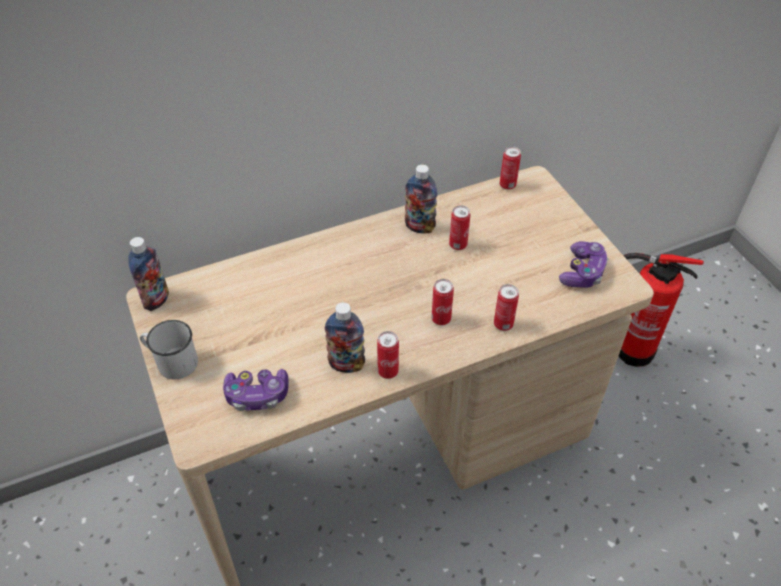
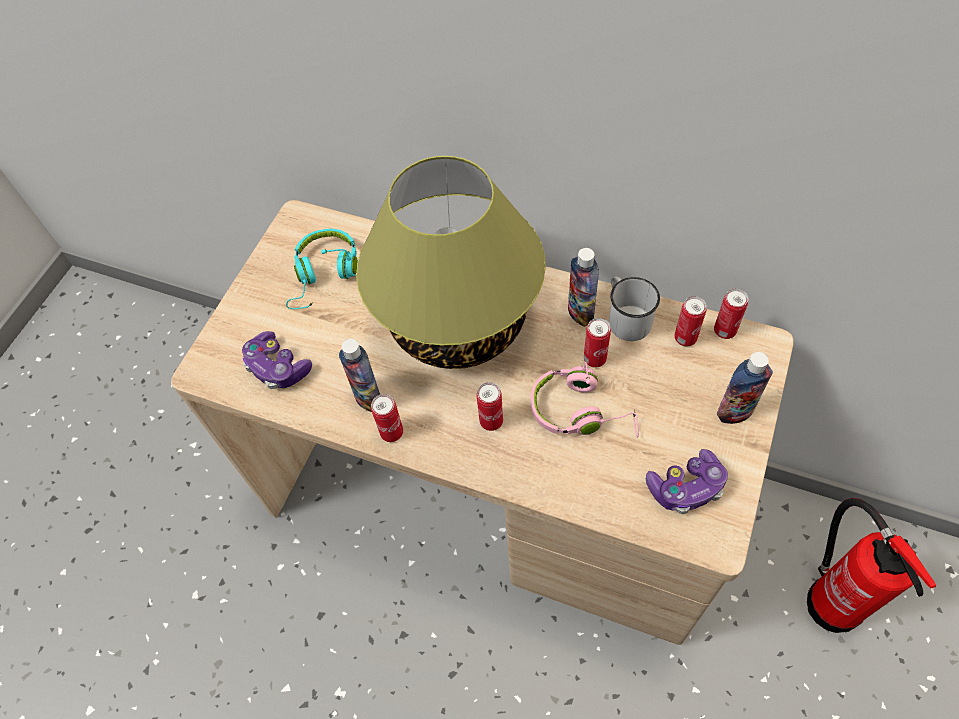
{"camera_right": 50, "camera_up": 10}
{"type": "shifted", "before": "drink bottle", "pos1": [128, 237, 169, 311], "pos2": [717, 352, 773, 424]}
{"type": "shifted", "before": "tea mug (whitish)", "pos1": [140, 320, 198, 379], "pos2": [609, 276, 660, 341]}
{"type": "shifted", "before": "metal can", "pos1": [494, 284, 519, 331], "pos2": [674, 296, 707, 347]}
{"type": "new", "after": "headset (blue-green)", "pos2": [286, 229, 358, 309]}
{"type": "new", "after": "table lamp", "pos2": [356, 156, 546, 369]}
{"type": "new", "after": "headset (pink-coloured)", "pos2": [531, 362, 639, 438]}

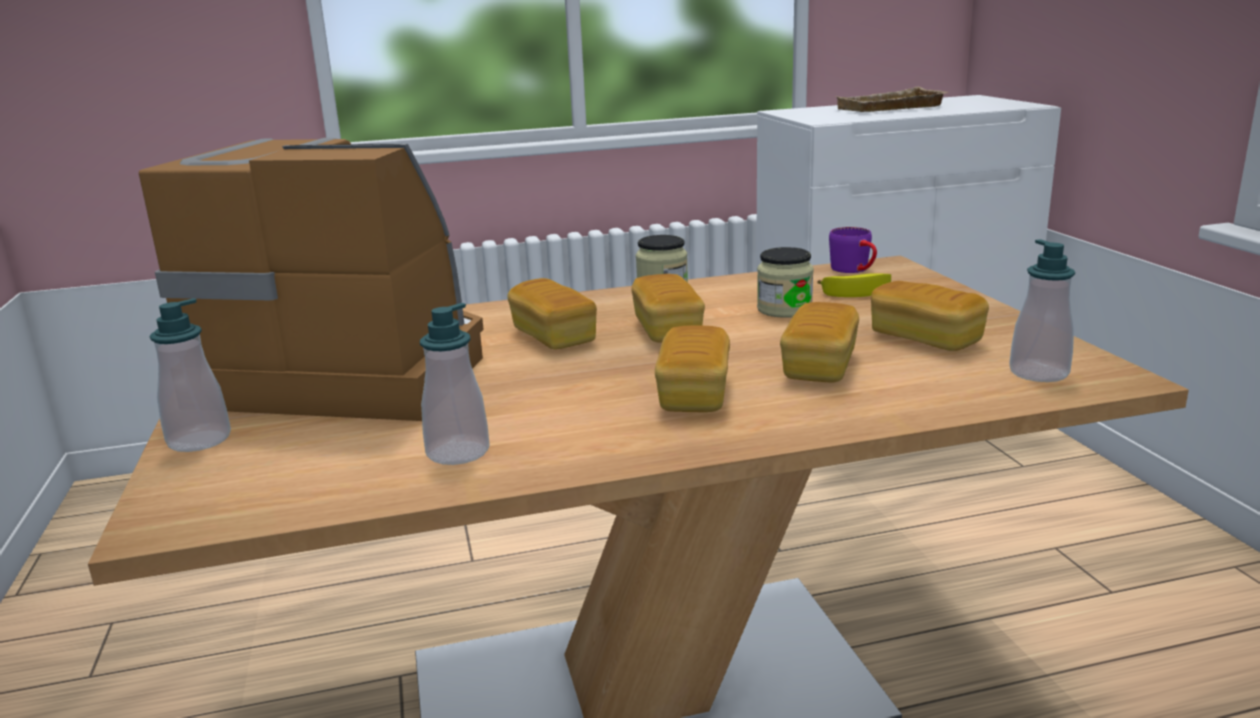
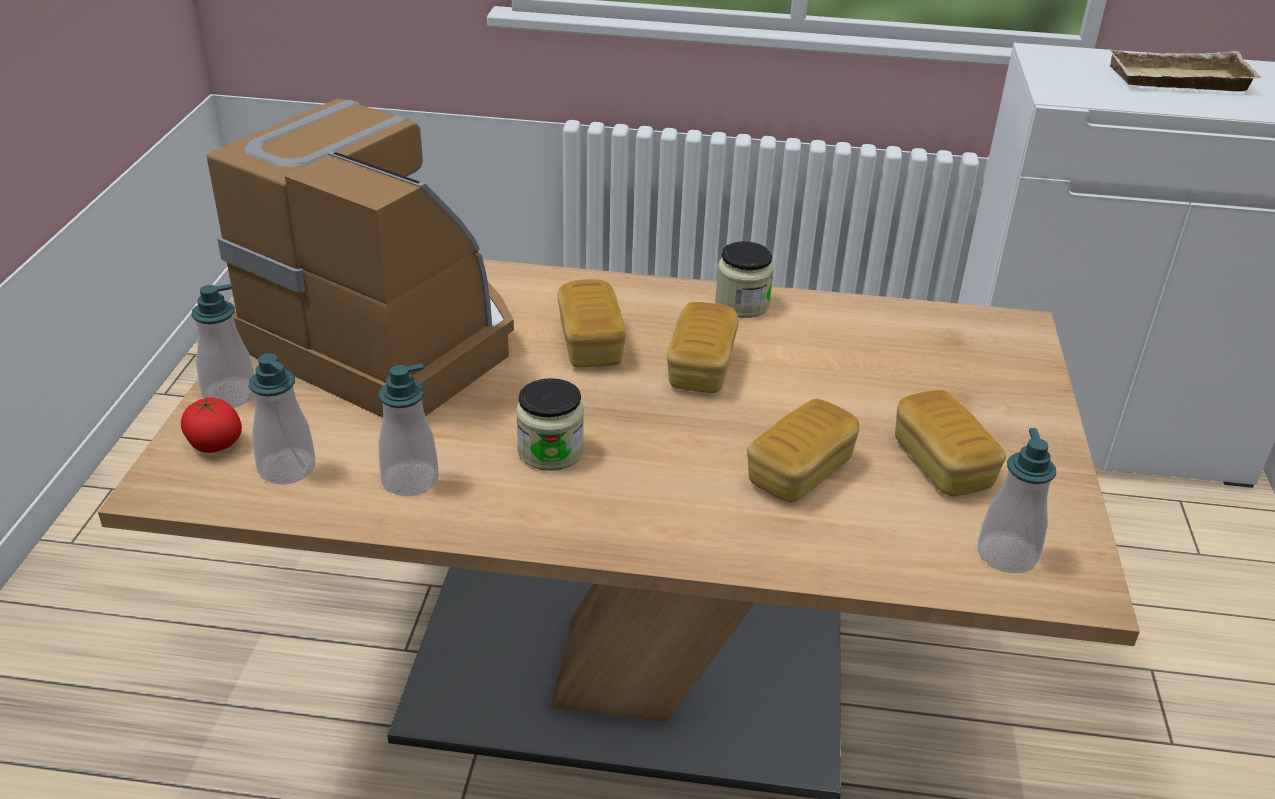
{"camera_right": 20, "camera_up": 15}
{"type": "gone", "before": "bakery bread", "pos1": [655, 325, 730, 412]}
{"type": "shifted", "before": "storage jar", "pos1": [757, 247, 814, 318], "pos2": [516, 378, 584, 471]}
{"type": "gone", "before": "whole banana", "pos1": [817, 273, 891, 297]}
{"type": "gone", "before": "tea mug (purple-coloured)", "pos1": [829, 227, 877, 273]}
{"type": "new", "after": "whole tomato", "pos2": [181, 396, 242, 453]}
{"type": "new", "after": "soap bottle", "pos2": [249, 353, 315, 485]}

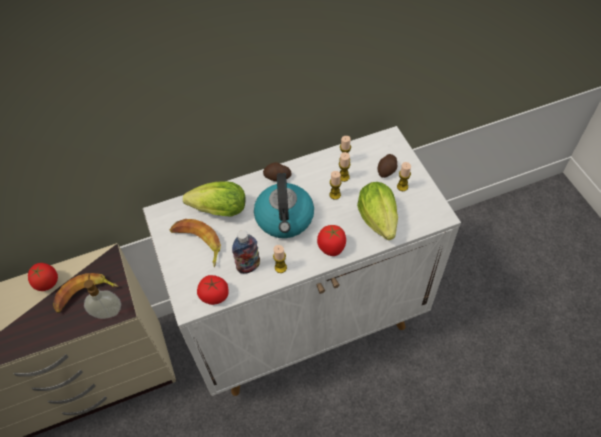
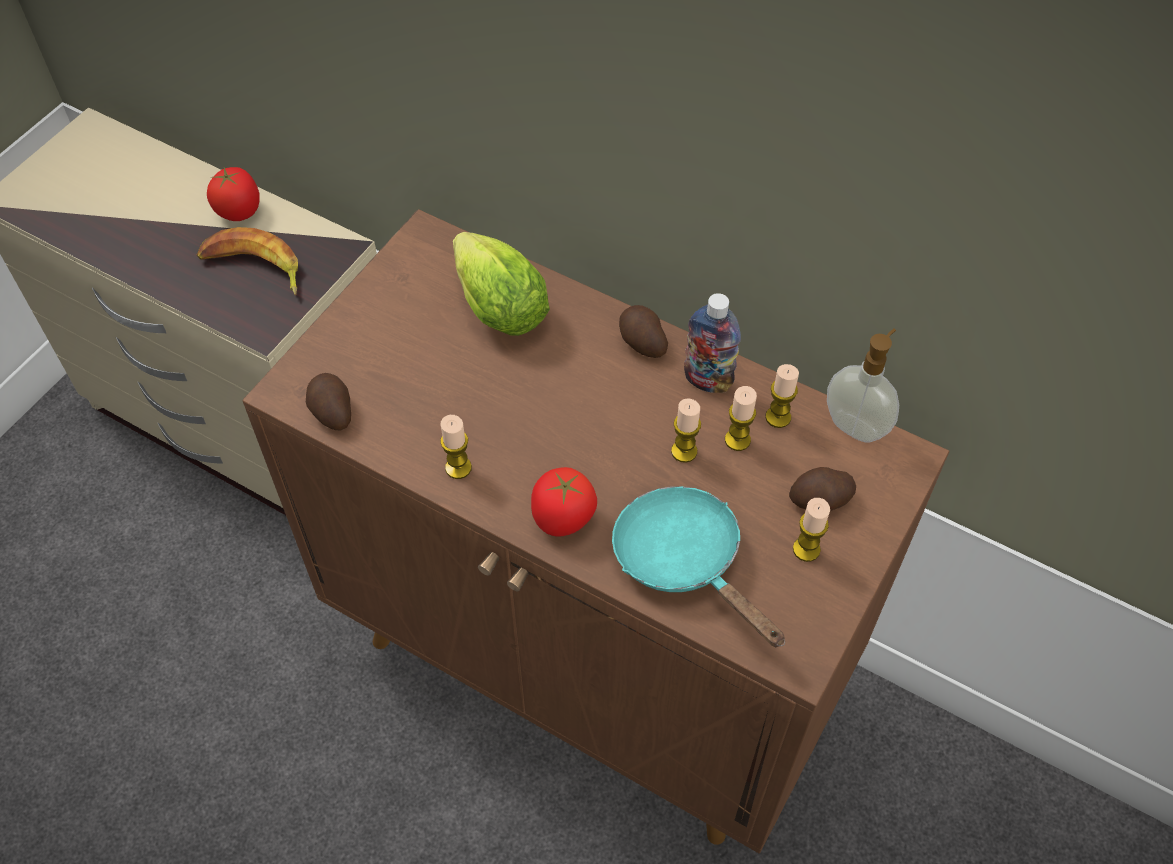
{"camera_right": 50, "camera_up": 0}
{"type": "shifted", "before": "soap bottle", "pos1": [84, 274, 121, 319], "pos2": [827, 328, 899, 442]}
{"type": "repainted", "before": "storage cabinet (whitish)", "after": "storage cabinet (brownish)", "pos1": [143, 126, 461, 396], "pos2": [242, 209, 949, 853]}
{"type": "gone", "before": "whole banana", "pos1": [170, 219, 221, 267]}
{"type": "swapped", "before": "whole tomato", "after": "whole potato", "pos1": [197, 275, 229, 305], "pos2": [306, 373, 351, 430]}
{"type": "shifted", "before": "drink bottle", "pos1": [232, 230, 260, 274], "pos2": [684, 293, 741, 393]}
{"type": "gone", "before": "tea kettle", "pos1": [254, 173, 314, 238]}
{"type": "swapped", "before": "head of lettuce", "after": "pan (blue-green)", "pos1": [357, 182, 398, 240], "pos2": [612, 486, 785, 647]}

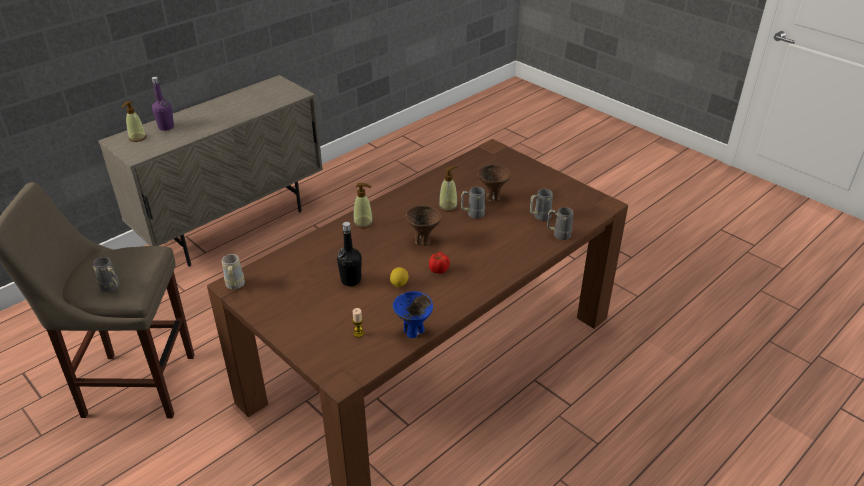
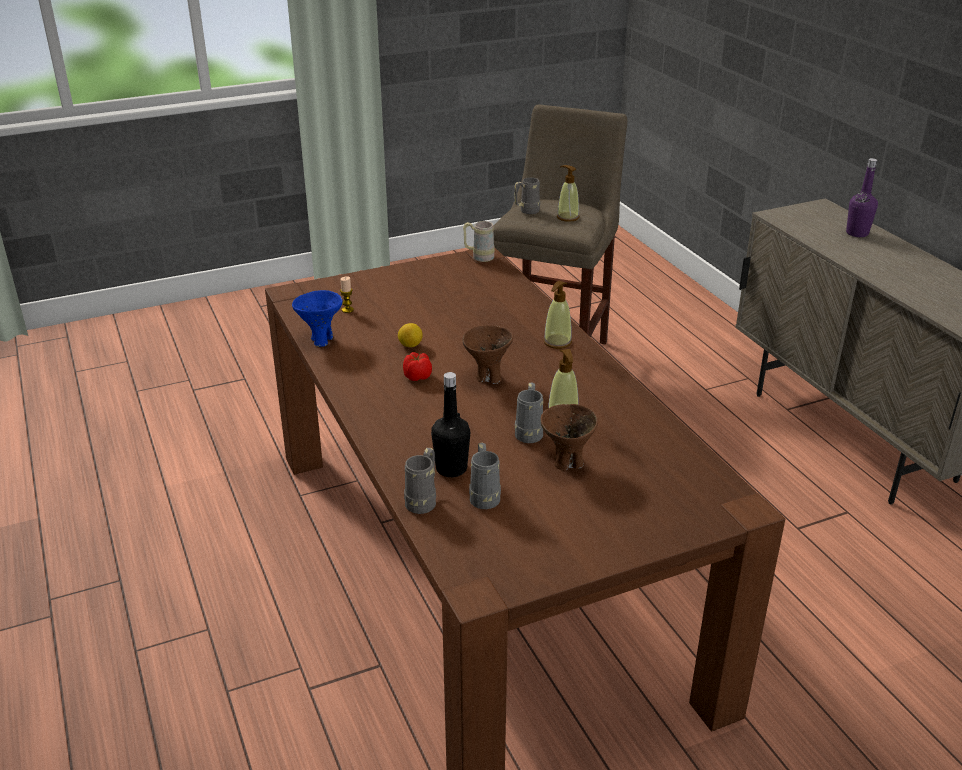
{"camera_right": 110, "camera_up": -5}
{"type": "shifted", "before": "soap bottle", "pos1": [122, 101, 147, 142], "pos2": [557, 165, 579, 222]}
{"type": "shifted", "before": "drink bottle (black)", "pos1": [337, 222, 362, 286], "pos2": [431, 372, 470, 477]}

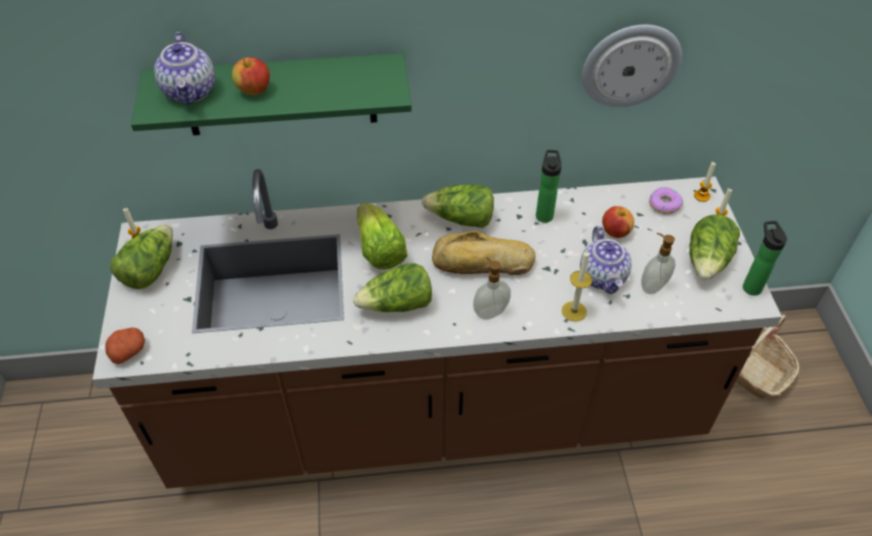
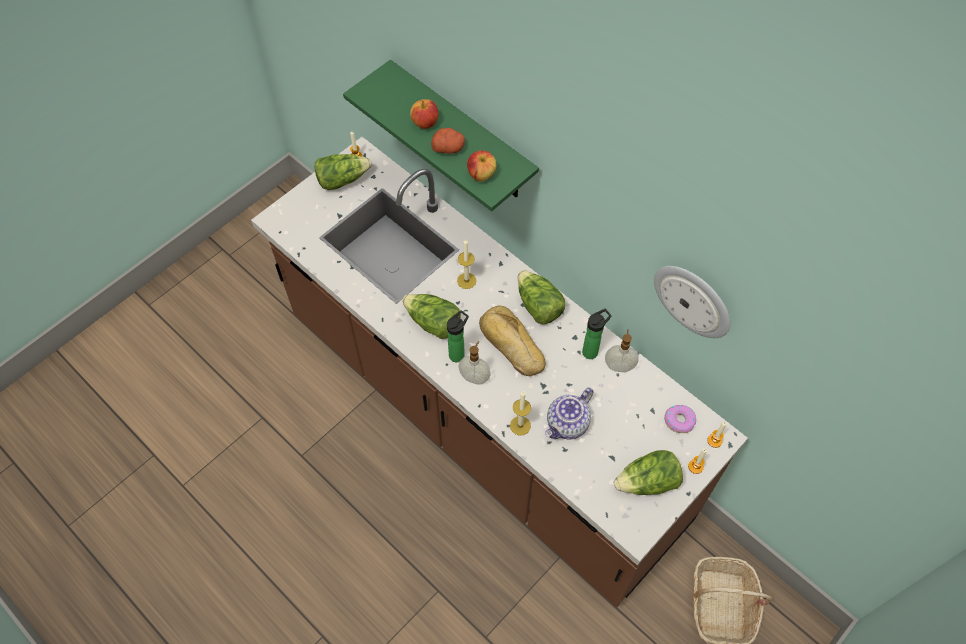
{"camera_right": 50, "camera_up": 10}
{"type": "shifted", "before": "whole potato", "pos1": [105, 327, 145, 364], "pos2": [431, 128, 465, 153]}
{"type": "gone", "before": "tea pot", "pos1": [154, 32, 215, 105]}
{"type": "swapped", "before": "head of lettuce", "after": "wax candle", "pos1": [357, 202, 408, 270], "pos2": [457, 239, 476, 289]}
{"type": "shifted", "before": "apple", "pos1": [602, 206, 634, 238], "pos2": [467, 151, 496, 181]}
{"type": "shifted", "before": "soap bottle", "pos1": [641, 233, 675, 294], "pos2": [605, 329, 639, 372]}
{"type": "shifted", "before": "drink bottle", "pos1": [743, 221, 787, 296], "pos2": [447, 310, 469, 362]}

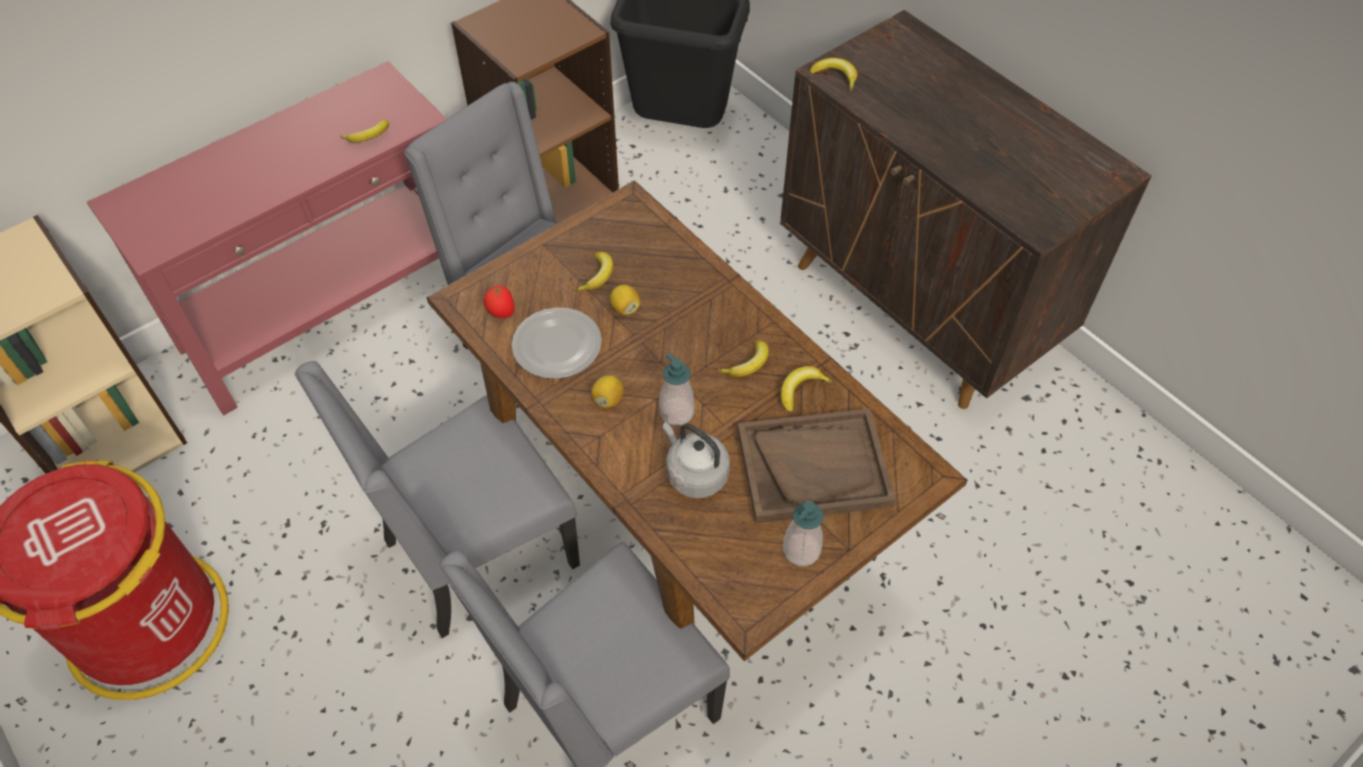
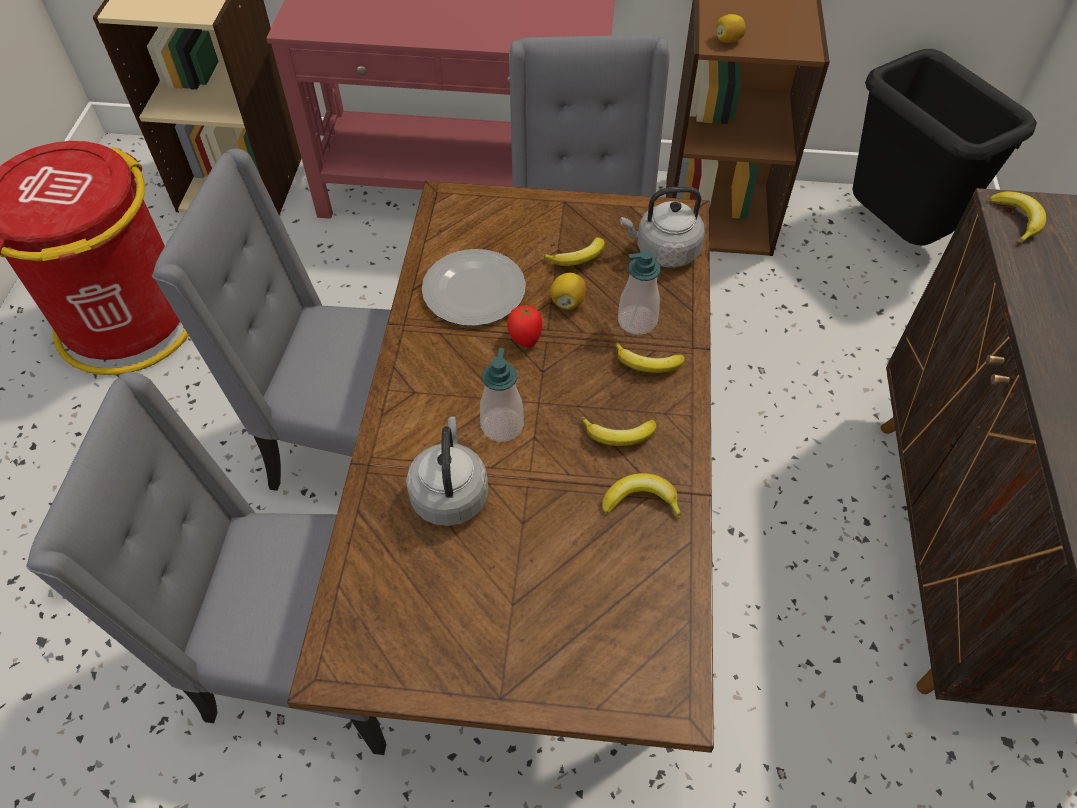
{"camera_right": 45, "camera_up": 0}
{"type": "shifted", "before": "whole banana", "pos1": [340, 120, 389, 143], "pos2": [616, 342, 685, 373]}
{"type": "shifted", "before": "whole tomato", "pos1": [483, 286, 514, 318], "pos2": [507, 305, 542, 348]}
{"type": "shifted", "before": "citrus fruit", "pos1": [591, 375, 624, 408], "pos2": [716, 14, 746, 43]}
{"type": "gone", "before": "tray (brownish)", "pos1": [737, 408, 896, 523]}
{"type": "shifted", "before": "soap bottle", "pos1": [783, 501, 823, 566], "pos2": [618, 250, 660, 335]}
{"type": "new", "after": "tea kettle (grey)", "pos2": [620, 186, 705, 268]}

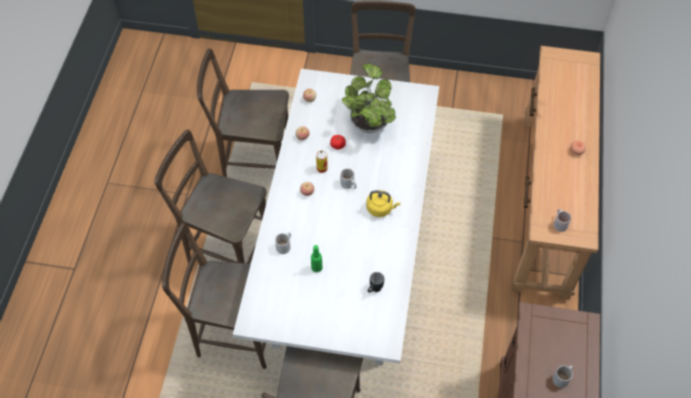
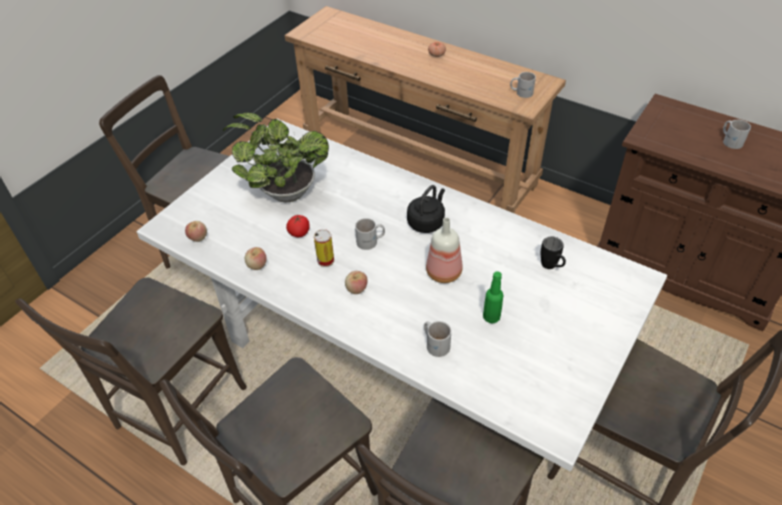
{"camera_right": -65, "camera_up": -10}
{"type": "repainted", "before": "tea kettle (yellow)", "after": "tea kettle (black)", "pos1": [366, 190, 400, 217], "pos2": [407, 185, 445, 233]}
{"type": "new", "after": "drink bottle", "pos2": [426, 217, 462, 283]}

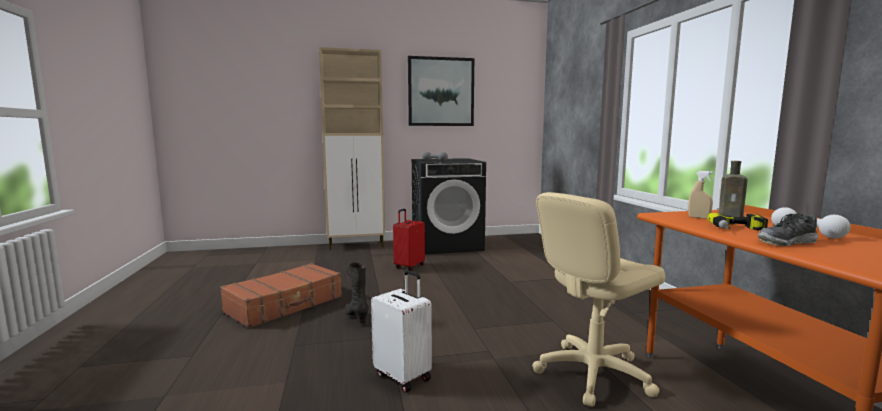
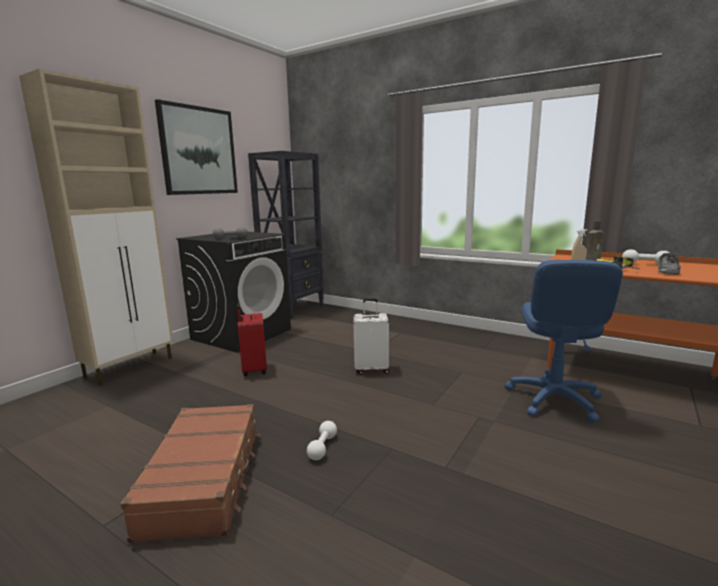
{"camera_right": -45, "camera_up": 5}
{"type": "swapped", "before": "tall boot (black)", "after": "dumbbell (whitish)", "pos1": [345, 262, 369, 323], "pos2": [307, 421, 337, 460]}
{"type": "shifted", "before": "travel case (whitish)", "pos1": [371, 270, 432, 392], "pos2": [354, 299, 390, 374]}
{"type": "repainted", "before": "desk chair (sand-coloured)", "after": "desk chair (blue-coloured)", "pos1": [532, 192, 666, 407], "pos2": [504, 260, 623, 422]}
{"type": "new", "after": "bookcase (black)", "pos2": [248, 151, 324, 319]}

